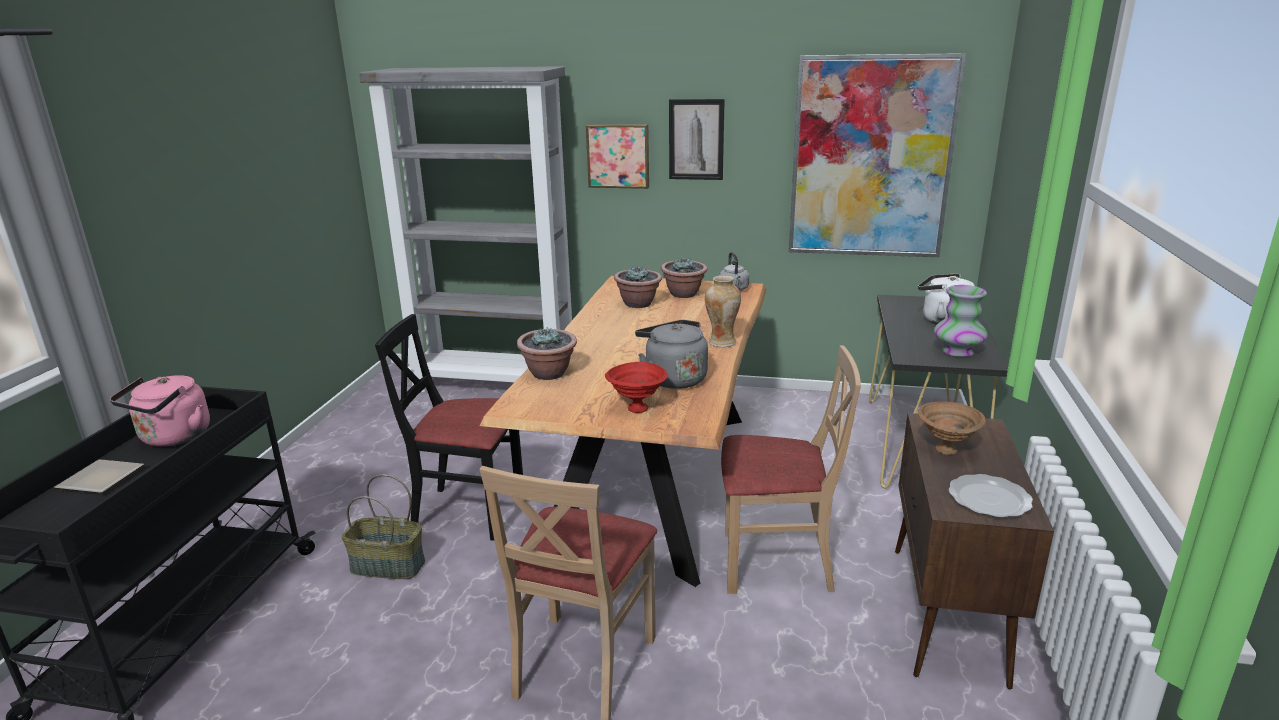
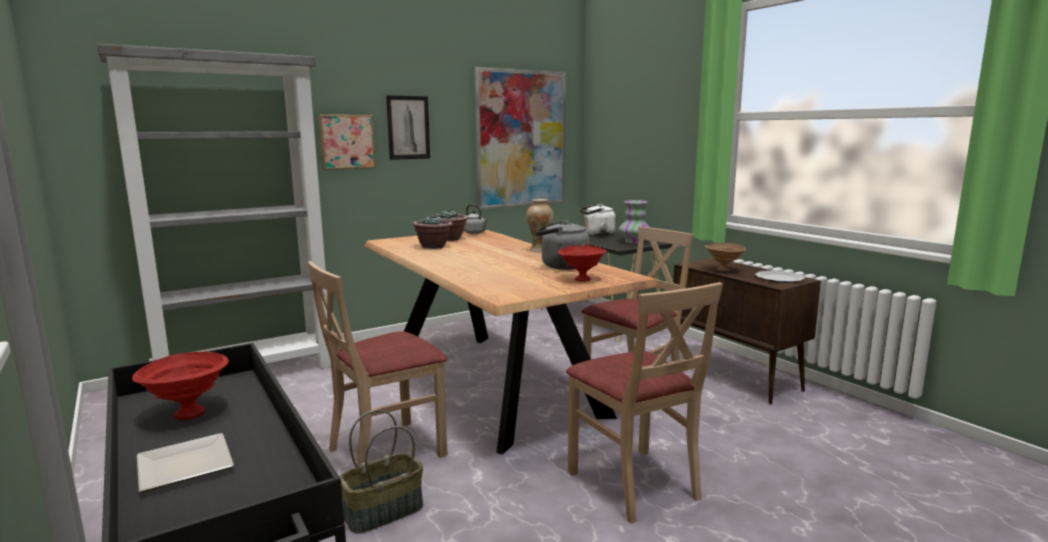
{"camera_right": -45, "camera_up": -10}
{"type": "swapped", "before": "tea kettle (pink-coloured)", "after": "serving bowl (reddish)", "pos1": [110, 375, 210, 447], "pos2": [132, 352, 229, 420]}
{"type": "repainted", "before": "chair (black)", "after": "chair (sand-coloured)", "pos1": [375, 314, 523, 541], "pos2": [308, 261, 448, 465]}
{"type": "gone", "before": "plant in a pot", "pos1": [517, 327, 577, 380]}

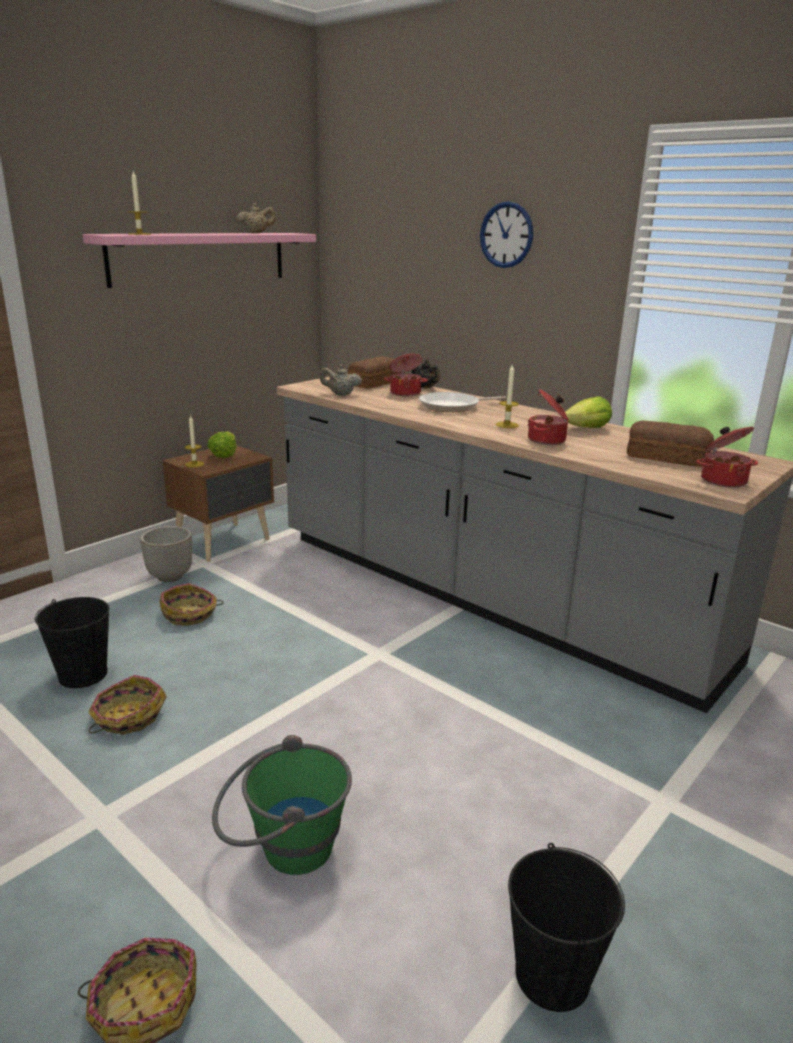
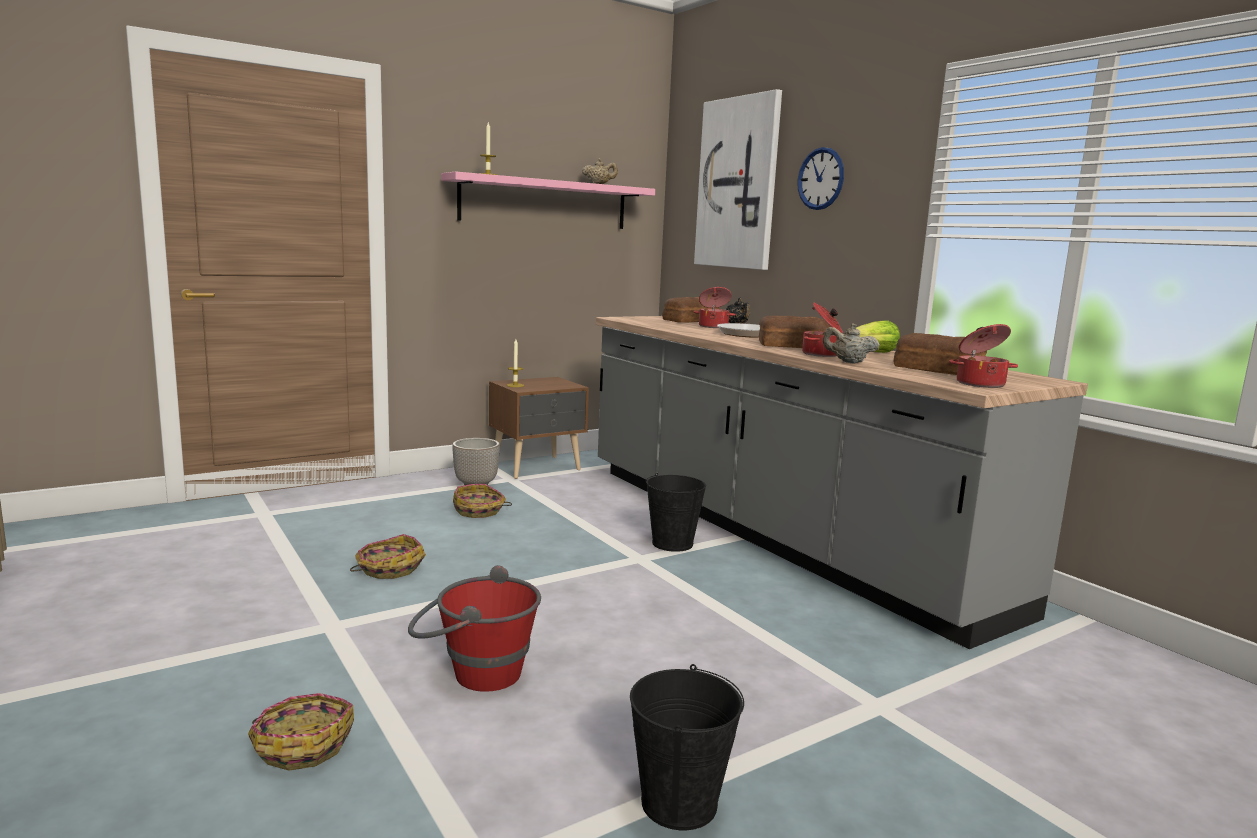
{"camera_right": 15, "camera_up": -10}
{"type": "shifted", "before": "pail (black)", "pos1": [35, 597, 110, 688], "pos2": [646, 473, 706, 552]}
{"type": "gone", "before": "head of lettuce", "pos1": [207, 431, 237, 458]}
{"type": "repainted", "before": "pail (greenish)", "after": "pail (reddish)", "pos1": [212, 735, 352, 875], "pos2": [408, 565, 541, 692]}
{"type": "shifted", "before": "tea pot (sand-coloured)", "pos1": [320, 364, 362, 396], "pos2": [822, 323, 880, 364]}
{"type": "swapped", "before": "wax candle", "after": "bakery bread", "pos1": [496, 365, 519, 428], "pos2": [759, 316, 831, 348]}
{"type": "new", "after": "wall picture", "pos2": [694, 89, 782, 270]}

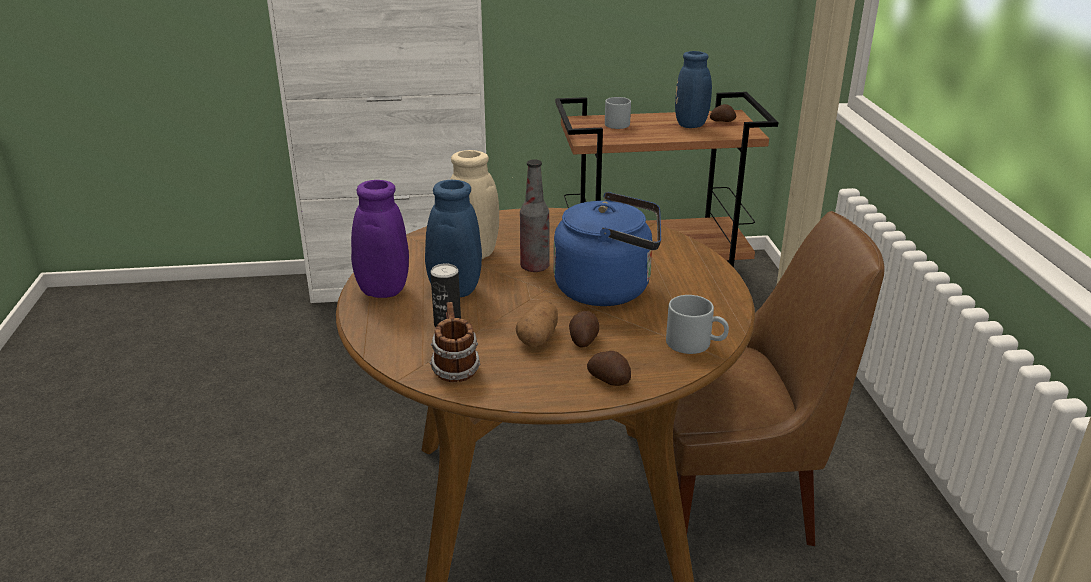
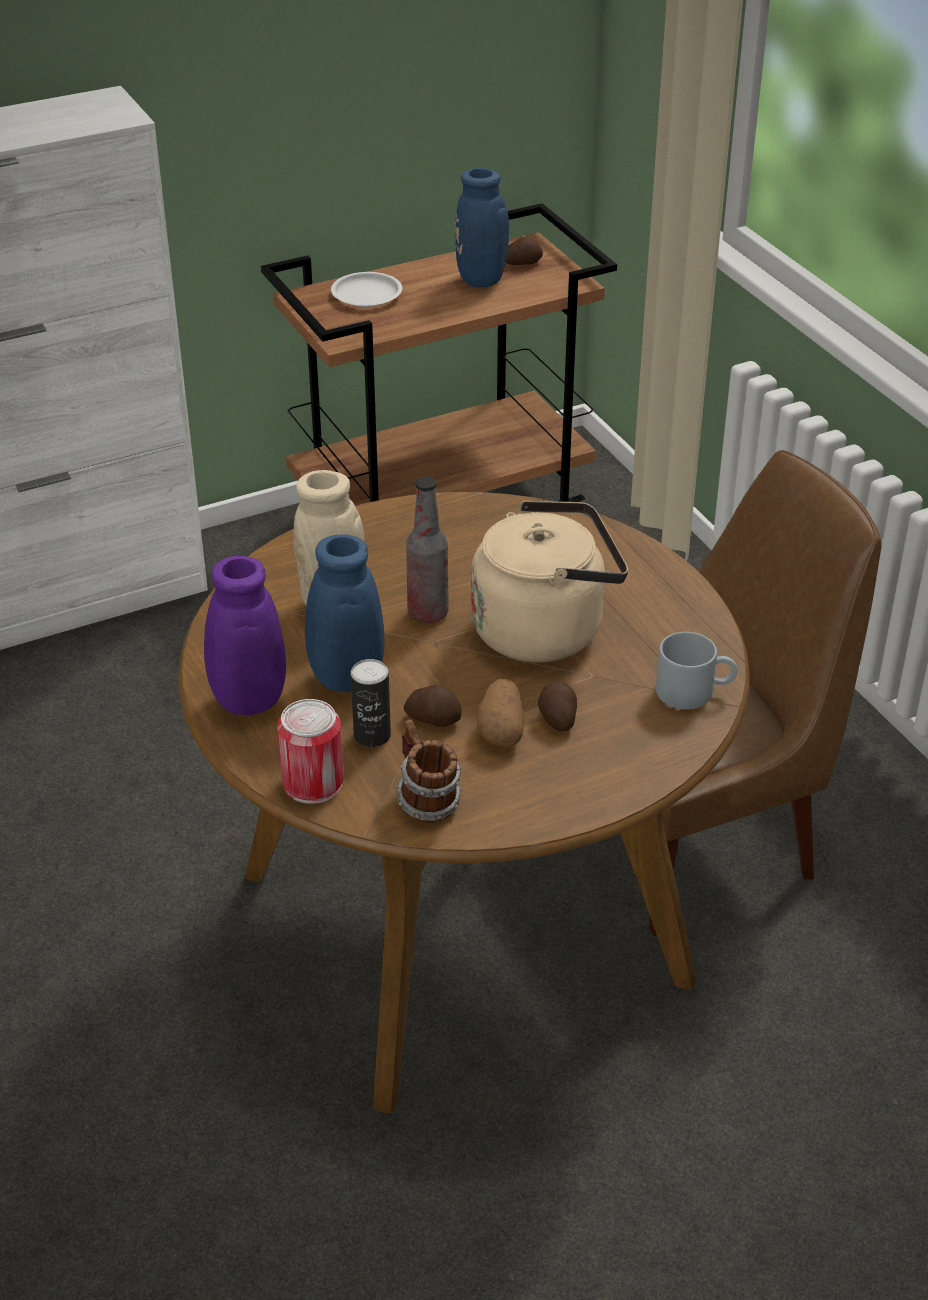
{"camera_right": -20, "camera_up": 10}
{"type": "repainted", "before": "tea kettle (blue-coloured)", "after": "tea kettle (sand-coloured)", "pos1": [554, 192, 661, 306], "pos2": [471, 500, 628, 662]}
{"type": "shifted", "before": "whole potato", "pos1": [587, 351, 631, 386], "pos2": [404, 685, 462, 727]}
{"type": "swapped", "before": "tea mug (grey)", "after": "plate (whitish)", "pos1": [605, 97, 631, 129], "pos2": [331, 272, 402, 307]}
{"type": "new", "after": "metal can", "pos2": [277, 699, 344, 804]}

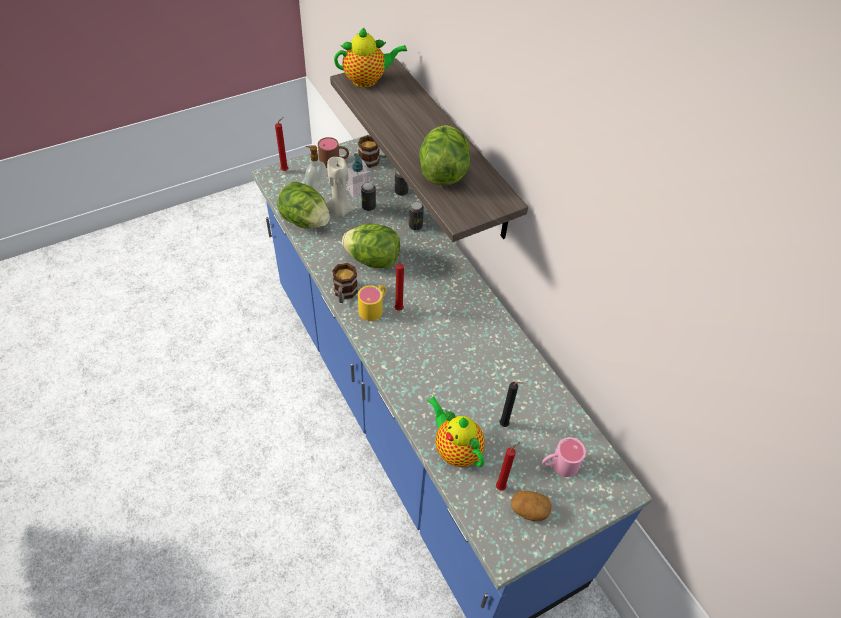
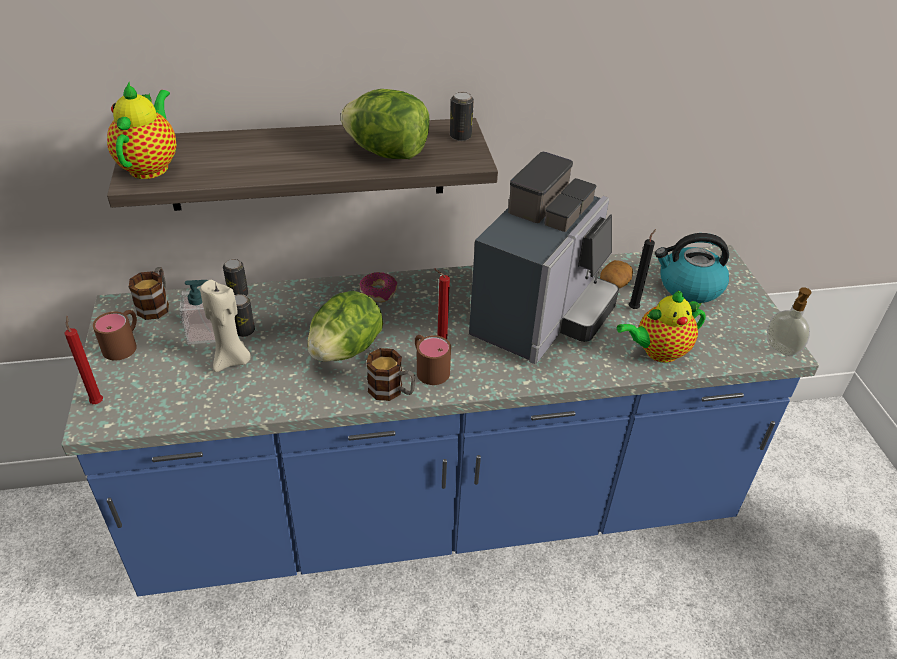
{"camera_right": -70, "camera_up": -10}
{"type": "gone", "before": "head of lettuce", "pos1": [277, 182, 330, 228]}
{"type": "shifted", "before": "soap bottle", "pos1": [305, 145, 327, 191], "pos2": [767, 287, 812, 356]}
{"type": "repainted", "before": "tea mug (yellow)", "after": "tea mug (brownish)", "pos1": [358, 285, 386, 321], "pos2": [415, 335, 451, 385]}
{"type": "shifted", "before": "metal can", "pos1": [409, 202, 424, 230], "pos2": [450, 92, 474, 141]}
{"type": "gone", "before": "wax candle (reddish)", "pos1": [496, 442, 520, 491]}
{"type": "shifted", "before": "whole potato", "pos1": [511, 491, 552, 521], "pos2": [600, 260, 633, 288]}
{"type": "swapped", "before": "tea mug (pink-coloured)", "after": "tea kettle", "pos1": [542, 437, 586, 477], "pos2": [655, 233, 729, 303]}
{"type": "new", "after": "ring doughnut", "pos2": [360, 272, 397, 302]}
{"type": "new", "after": "coffee machine", "pos2": [469, 152, 619, 364]}

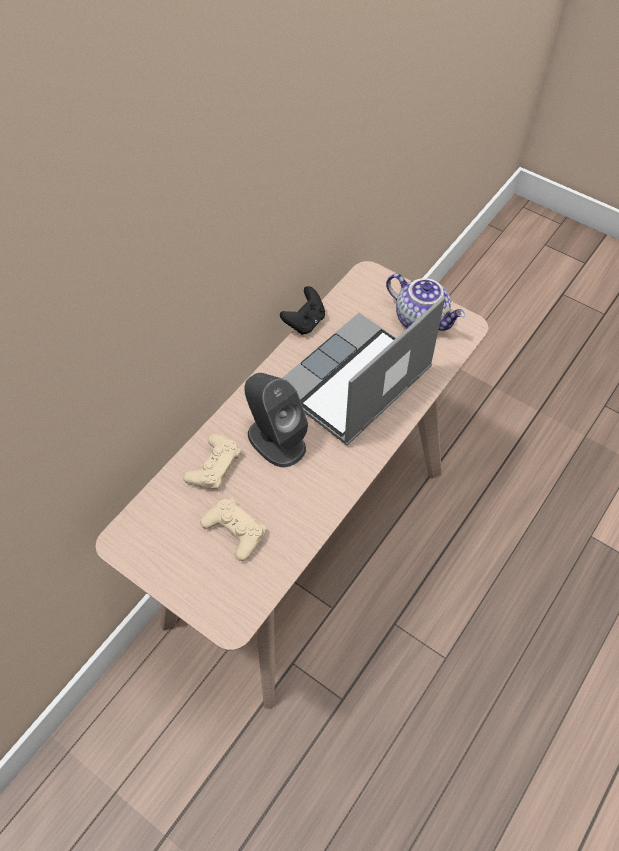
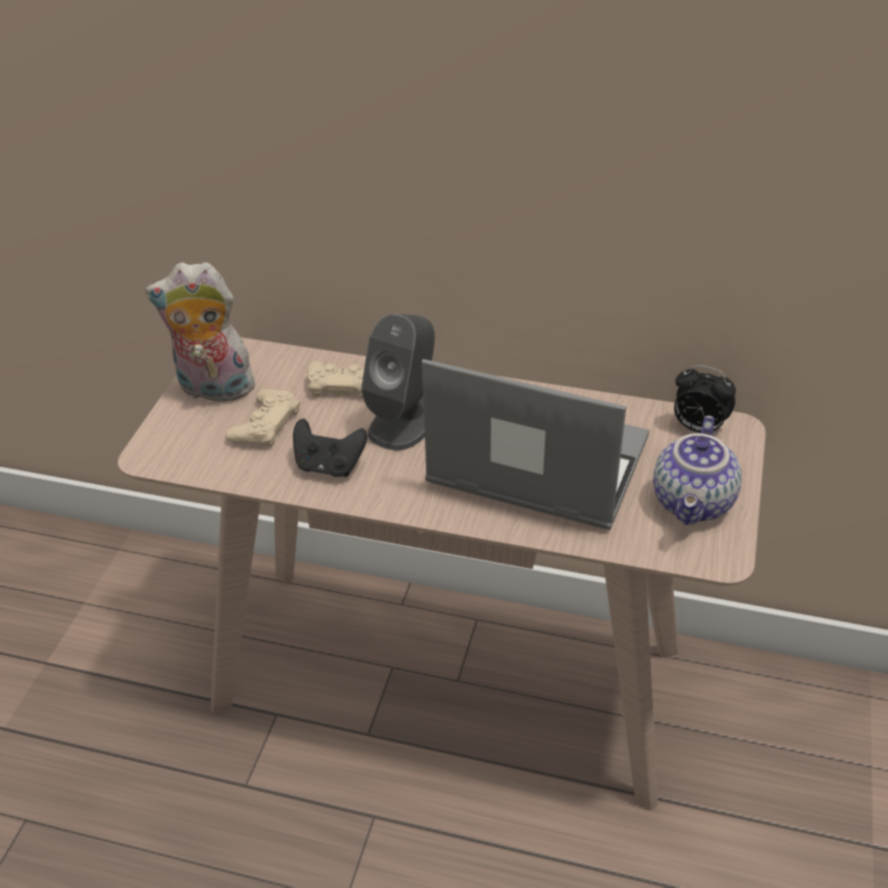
{"camera_right": 70, "camera_up": -15}
{"type": "shifted", "before": "gamepad (black)", "pos1": [280, 286, 325, 335], "pos2": [293, 419, 367, 477]}
{"type": "new", "after": "cuddly toy", "pos2": [145, 262, 258, 402]}
{"type": "new", "after": "bedside clock", "pos2": [674, 365, 736, 435]}

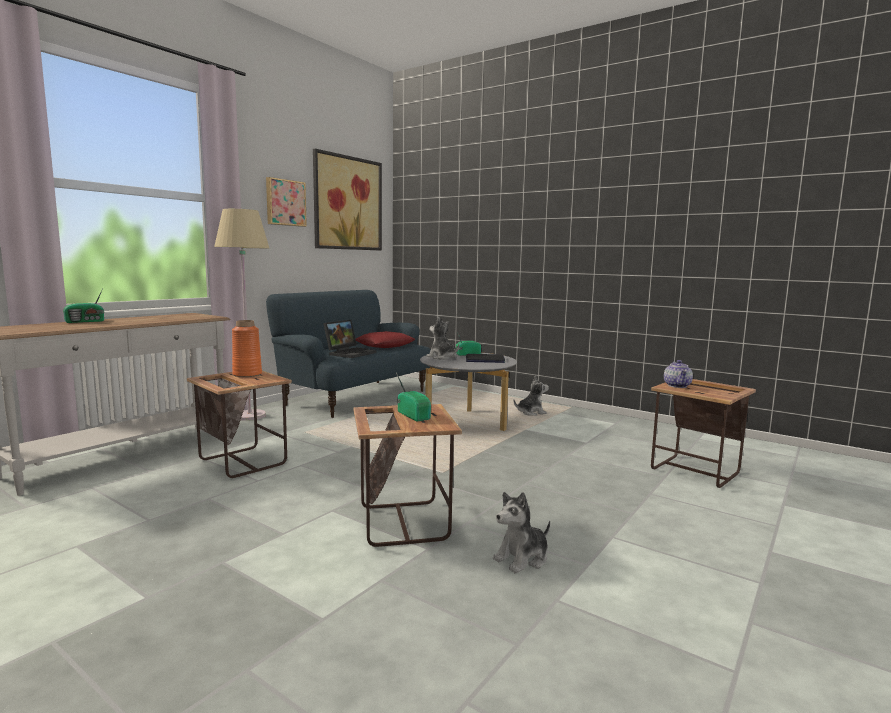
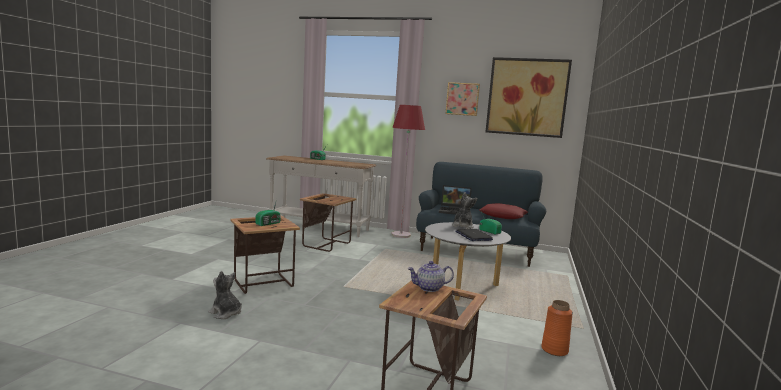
{"camera_right": 70, "camera_up": 0}
{"type": "repainted", "before": "standing lamp (sand-coloured)", "after": "standing lamp (reddish)", "pos1": [214, 209, 269, 421], "pos2": [391, 105, 425, 238]}
{"type": "shifted", "before": "vase (orangey)", "pos1": [232, 320, 262, 377], "pos2": [541, 300, 573, 356]}
{"type": "gone", "before": "cuddly toy", "pos1": [514, 375, 549, 416]}

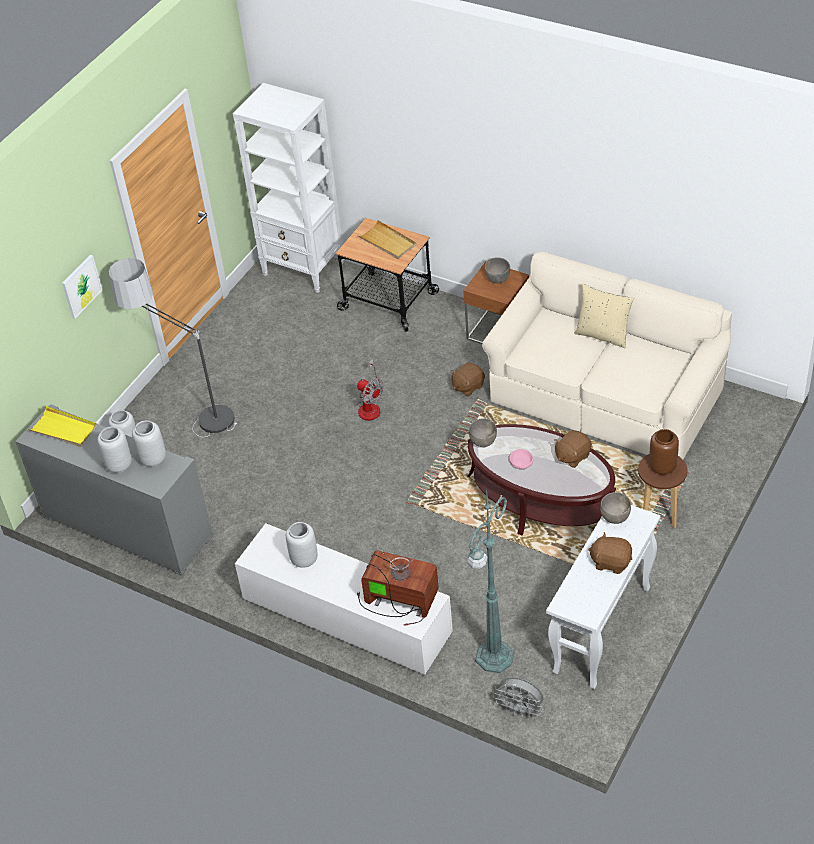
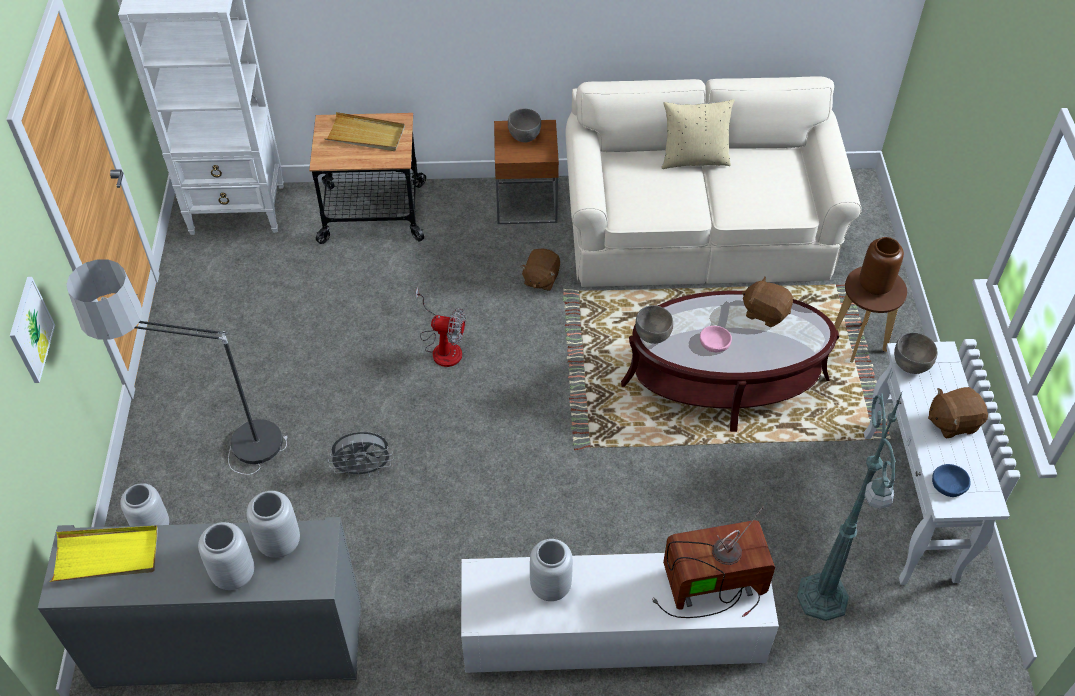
{"camera_right": -35, "camera_up": 5}
{"type": "shifted", "before": "fan (grey)", "pos1": [493, 677, 543, 718], "pos2": [328, 432, 393, 479]}
{"type": "rotated", "before": "cuddly toy (brownish)", "pos1": [555, 430, 592, 468], "pos2": [742, 276, 793, 327], "turn": 105}
{"type": "new", "after": "serving bowl (blue-coloured)", "pos2": [932, 464, 970, 497]}

